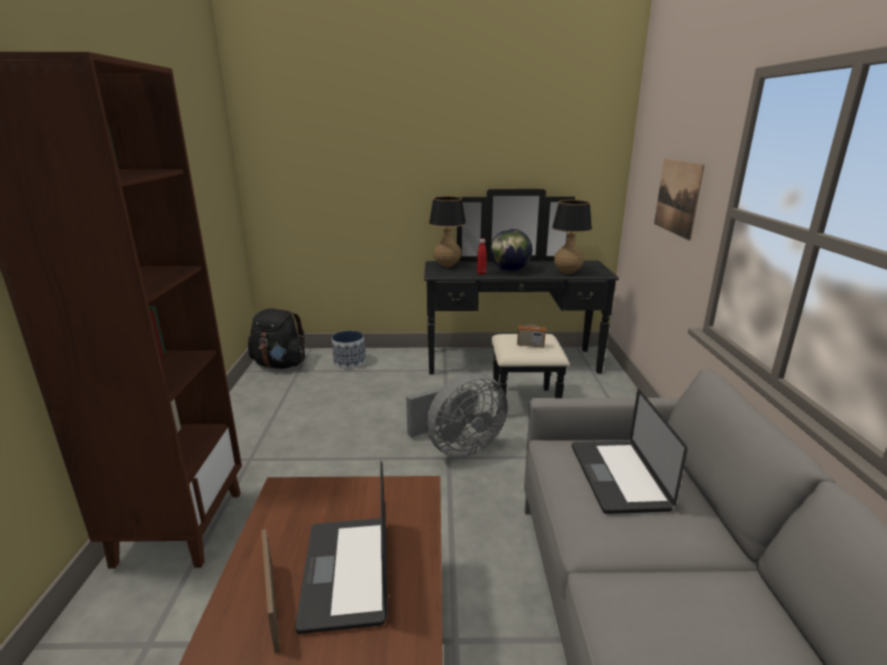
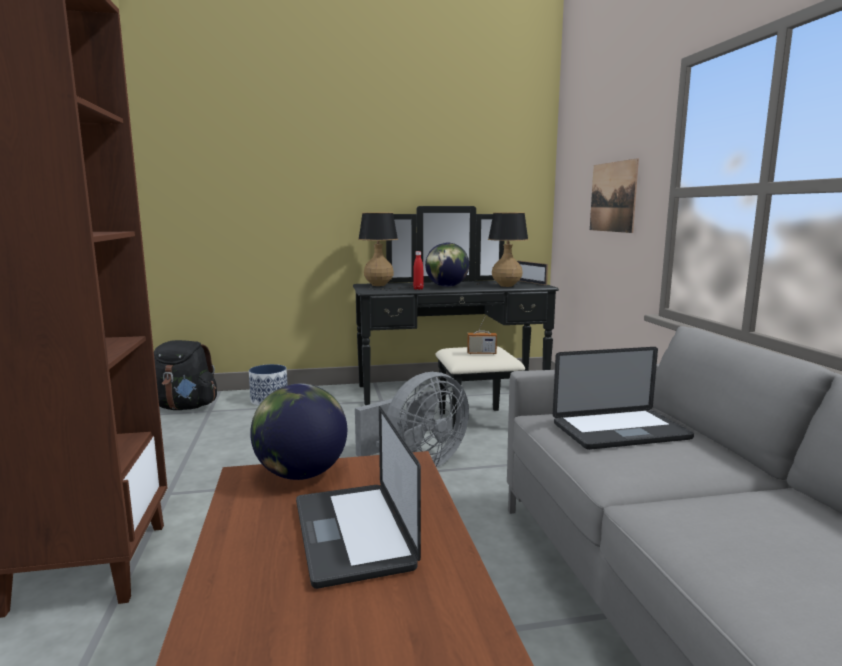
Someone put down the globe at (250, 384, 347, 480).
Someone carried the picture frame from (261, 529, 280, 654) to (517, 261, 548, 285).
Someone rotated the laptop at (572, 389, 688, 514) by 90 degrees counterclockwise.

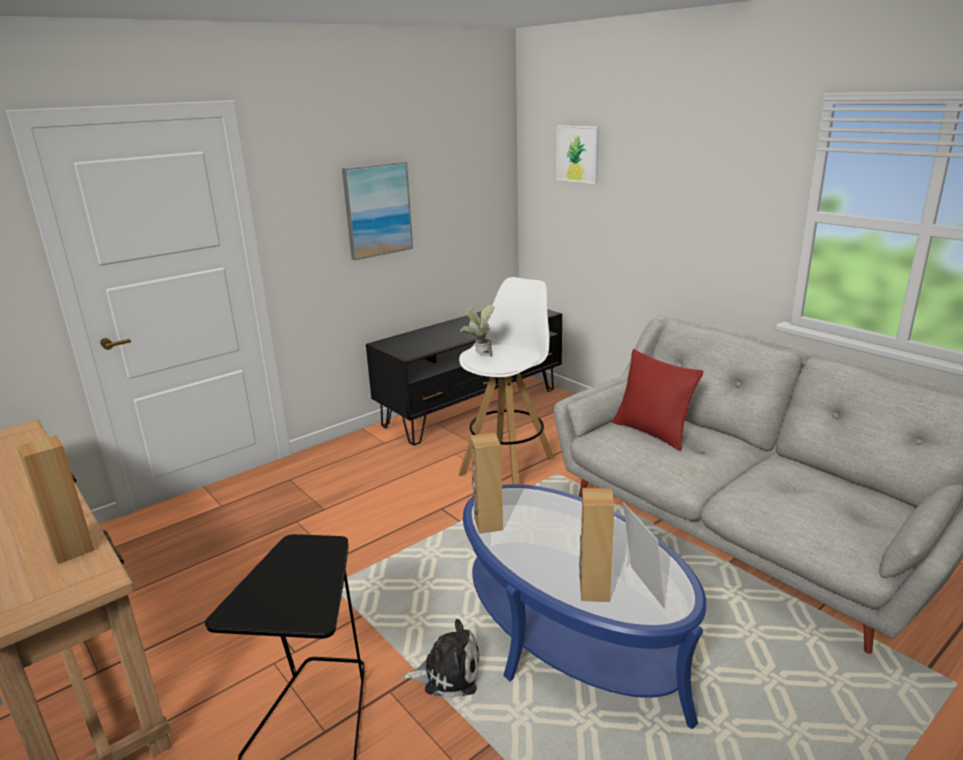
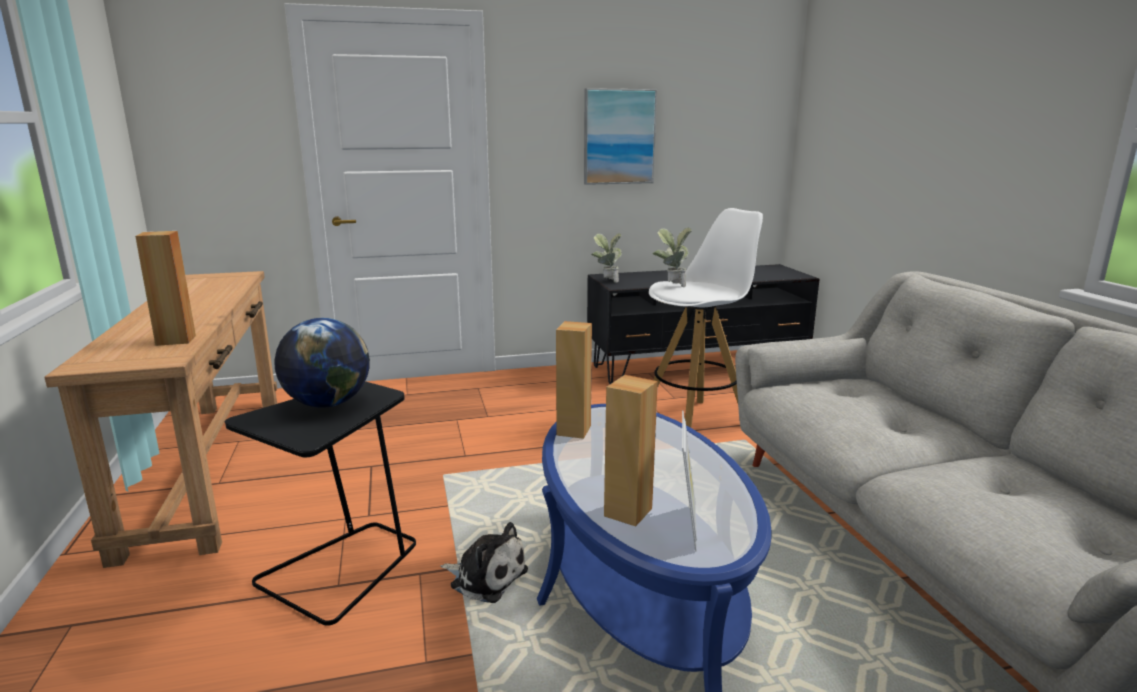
Someone took away the picture at (556, 125, 599, 184).
Someone took away the red pillow at (613, 349, 703, 451).
Someone put down the globe at (275, 318, 370, 408).
Someone put down the potted plant at (591, 233, 622, 283).

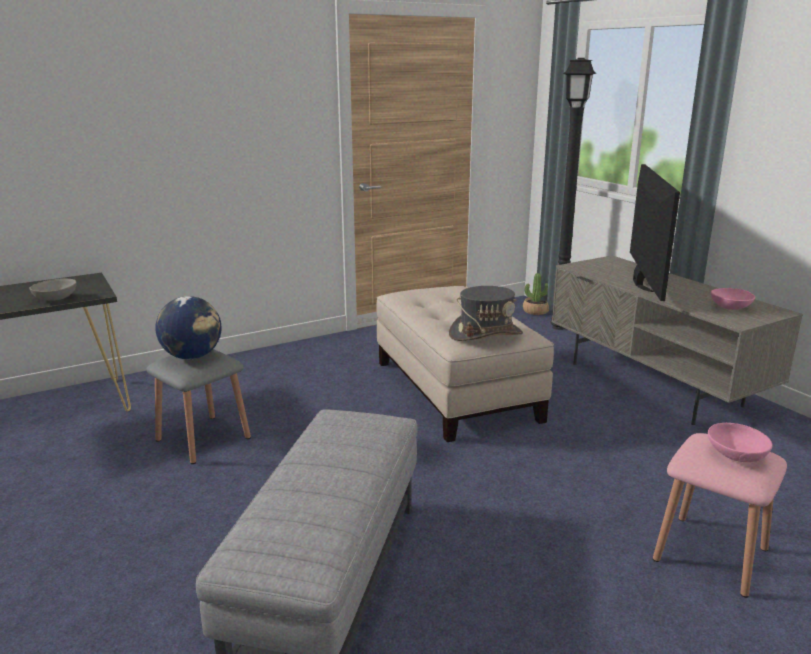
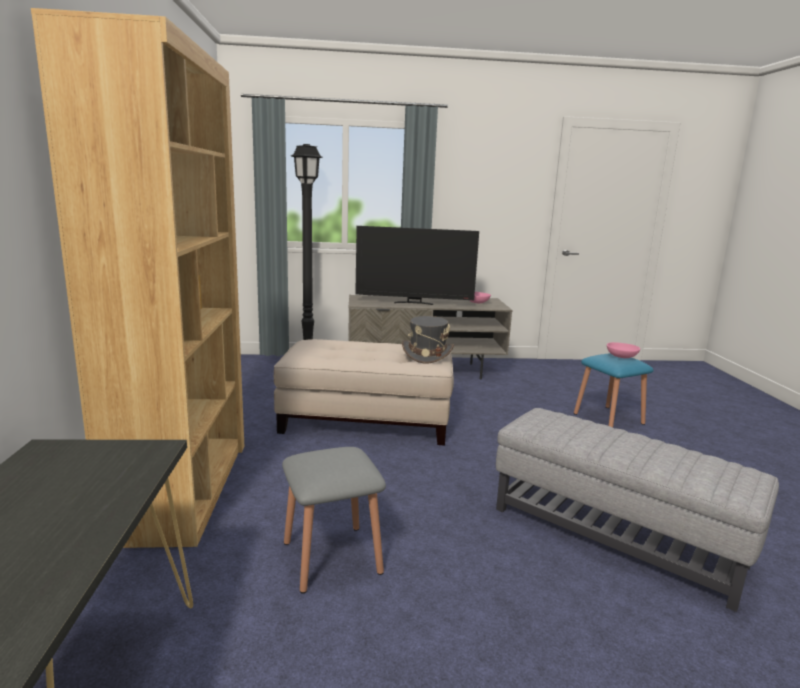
Someone took away the grey bowl at (30, 279, 77, 301).
Someone took away the globe at (155, 296, 221, 359).
Someone took away the potted plant at (523, 273, 549, 315).
Someone put down the brown bookcase at (31, 8, 244, 548).
Someone repainted the pink stool at (653, 433, 787, 598), which became the blue stool at (574, 353, 654, 428).
Someone rotated the television at (630, 164, 680, 301) by 150 degrees clockwise.

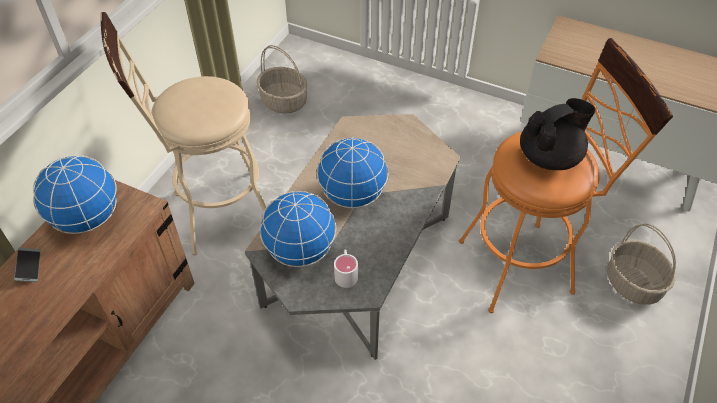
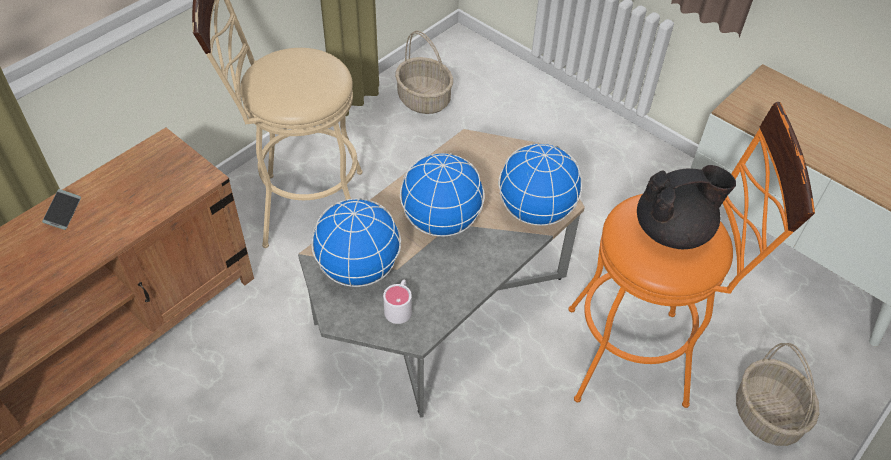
Someone carried the globe from (33, 156, 116, 234) to (498, 143, 582, 226).

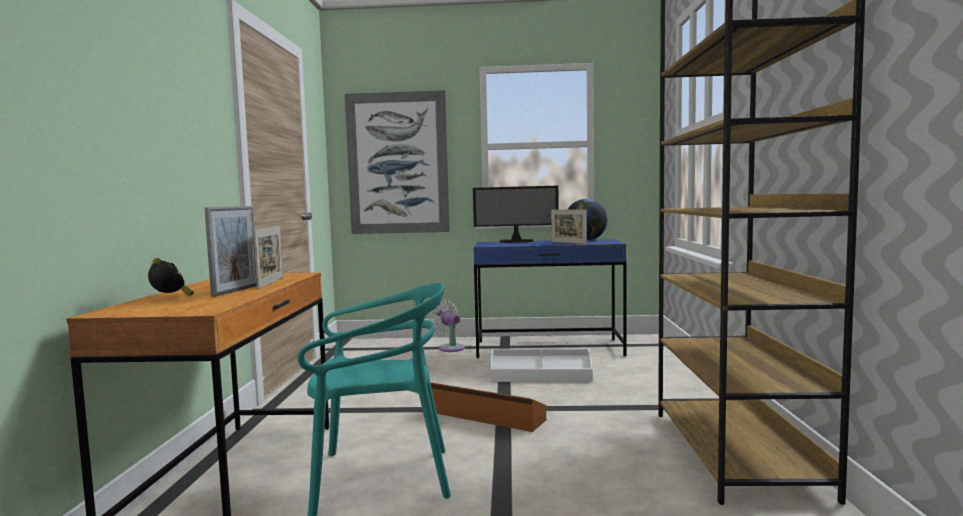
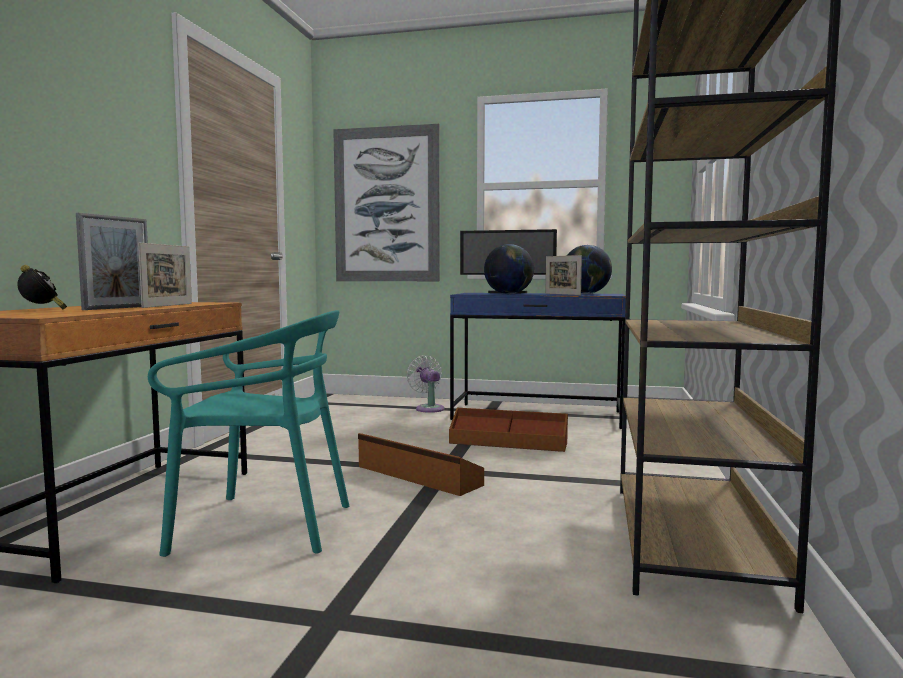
Someone put down the globe at (484, 244, 534, 294).
Someone repainted the white storage box at (490, 348, 593, 382), which became the brown storage box at (449, 408, 568, 452).

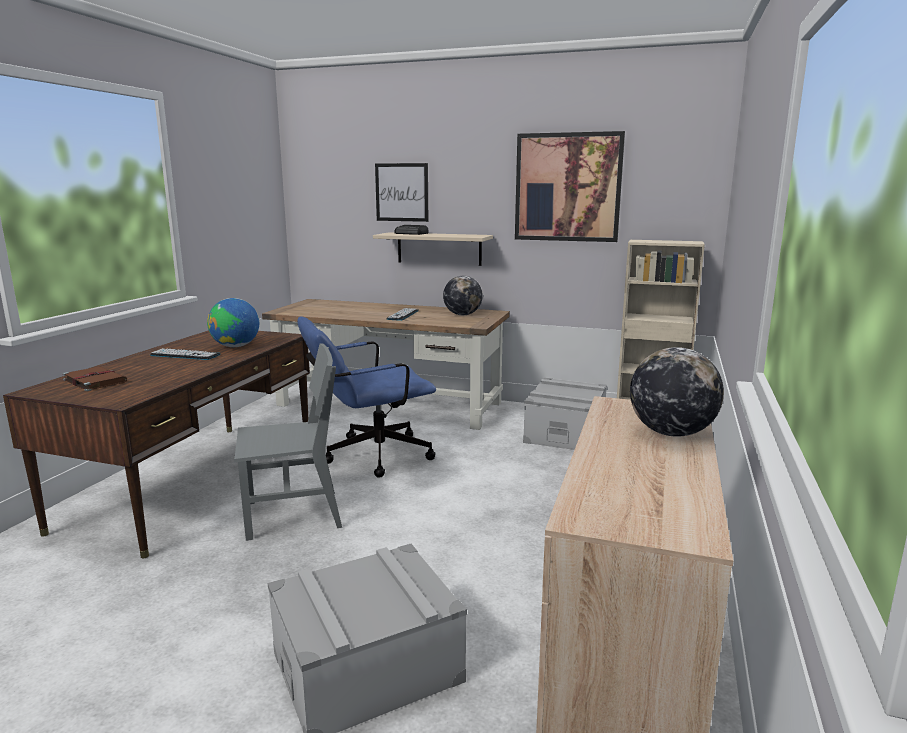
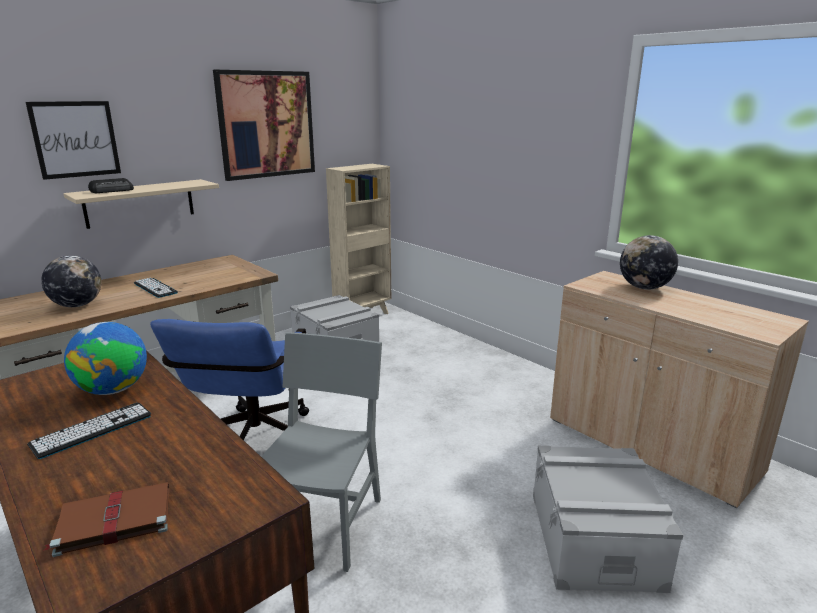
Someone carried the globe from (443, 276, 483, 315) to (41, 255, 102, 307).

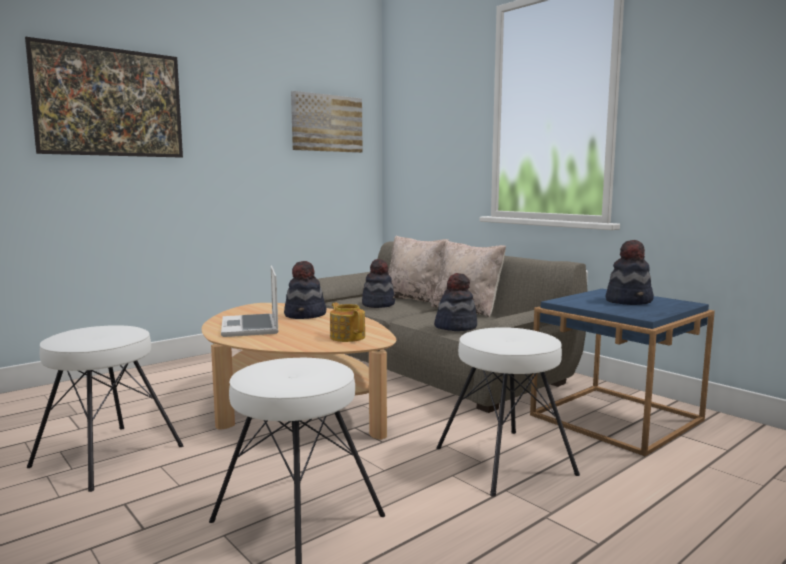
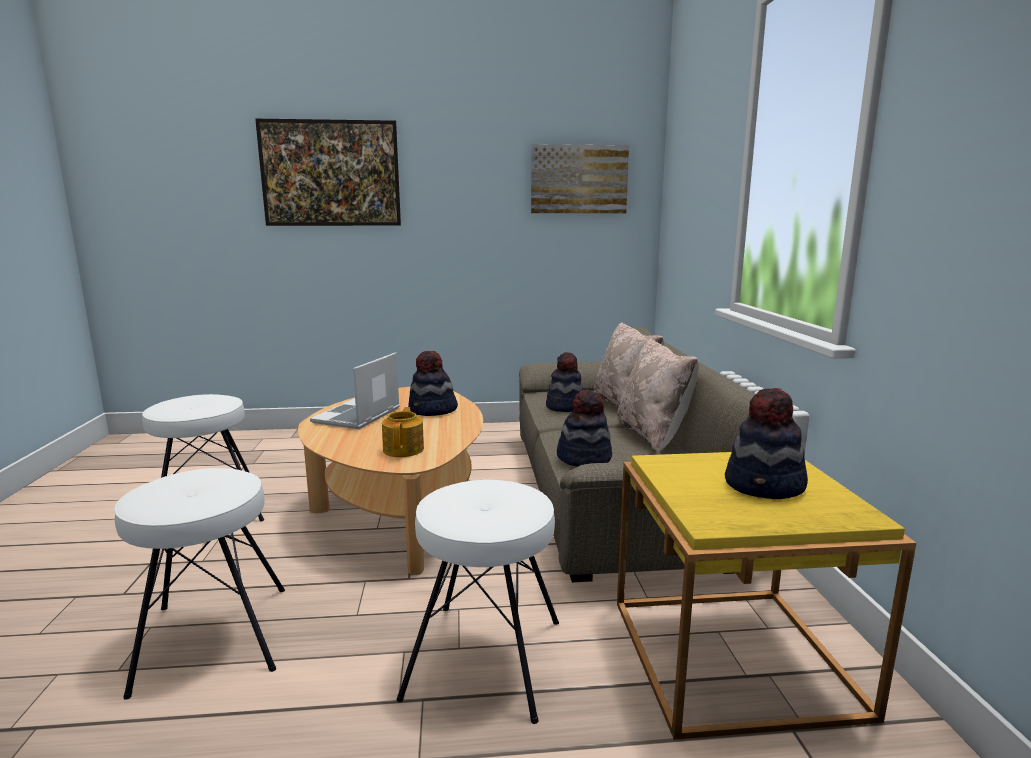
Someone repainted the blue side table at (530, 289, 715, 456), which became the yellow side table at (617, 452, 917, 740).

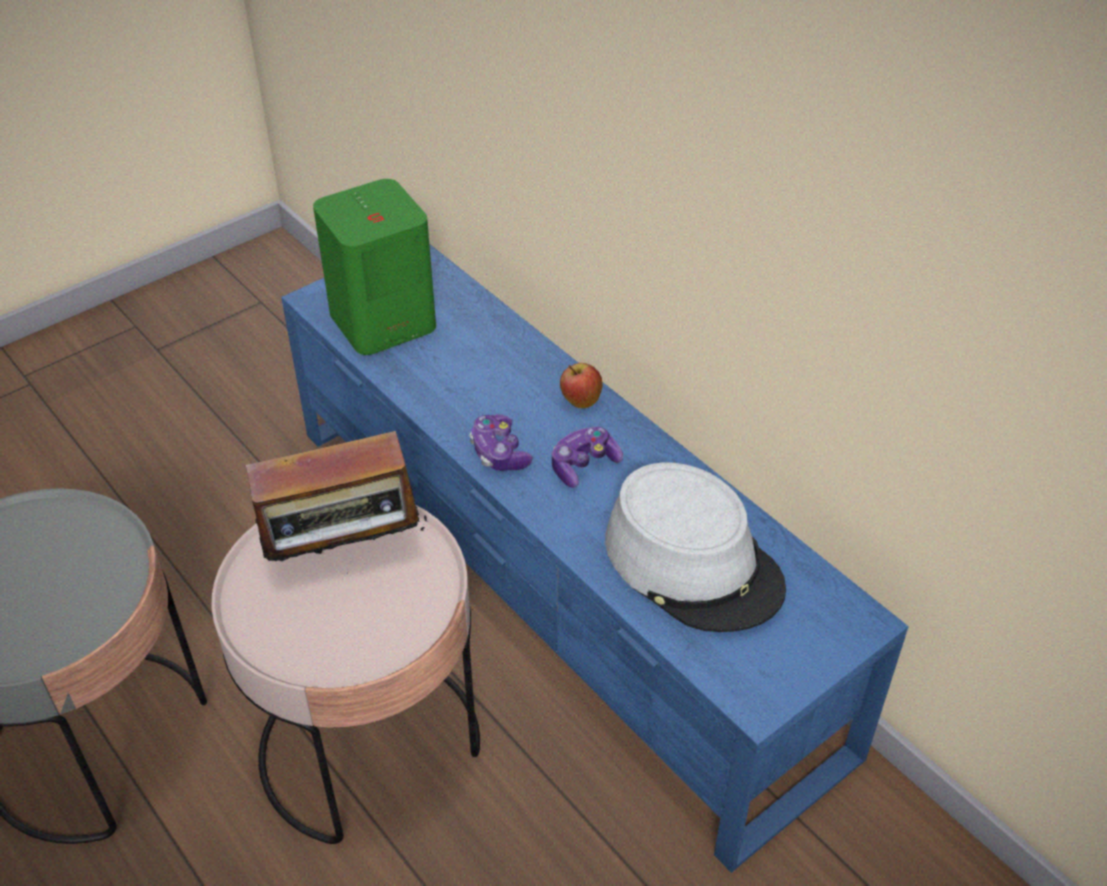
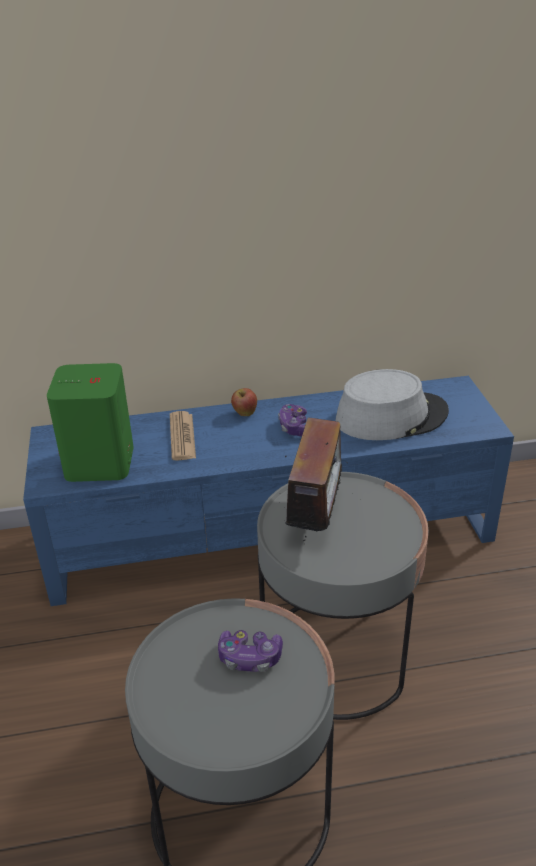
Someone put down the newspaper at (170, 411, 196, 461).
Someone carried the game controller from (469, 414, 532, 471) to (218, 630, 283, 672).
Someone repainted the pink side table at (212, 505, 480, 844), which became the grey side table at (257, 472, 428, 720).

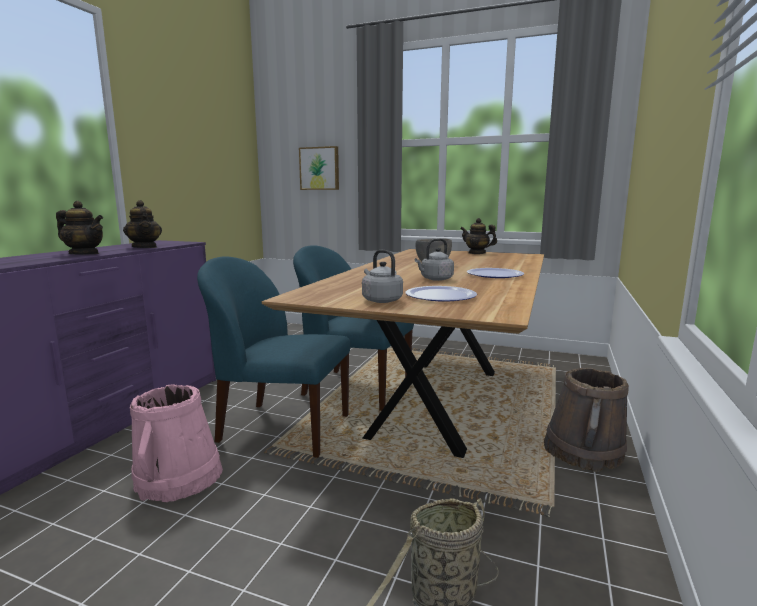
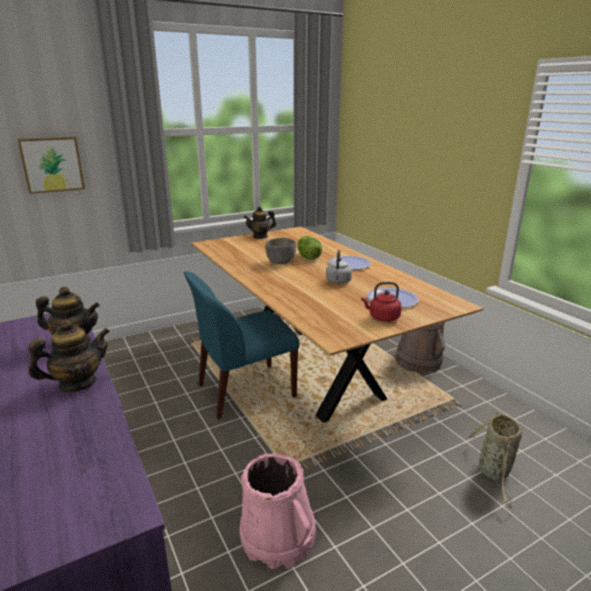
Someone took away the blue chair at (197, 257, 351, 458).
Someone put down the lettuce at (297, 236, 322, 260).
Someone repainted the grey kettle at (362, 250, 403, 303), which became the red kettle at (361, 282, 402, 322).

